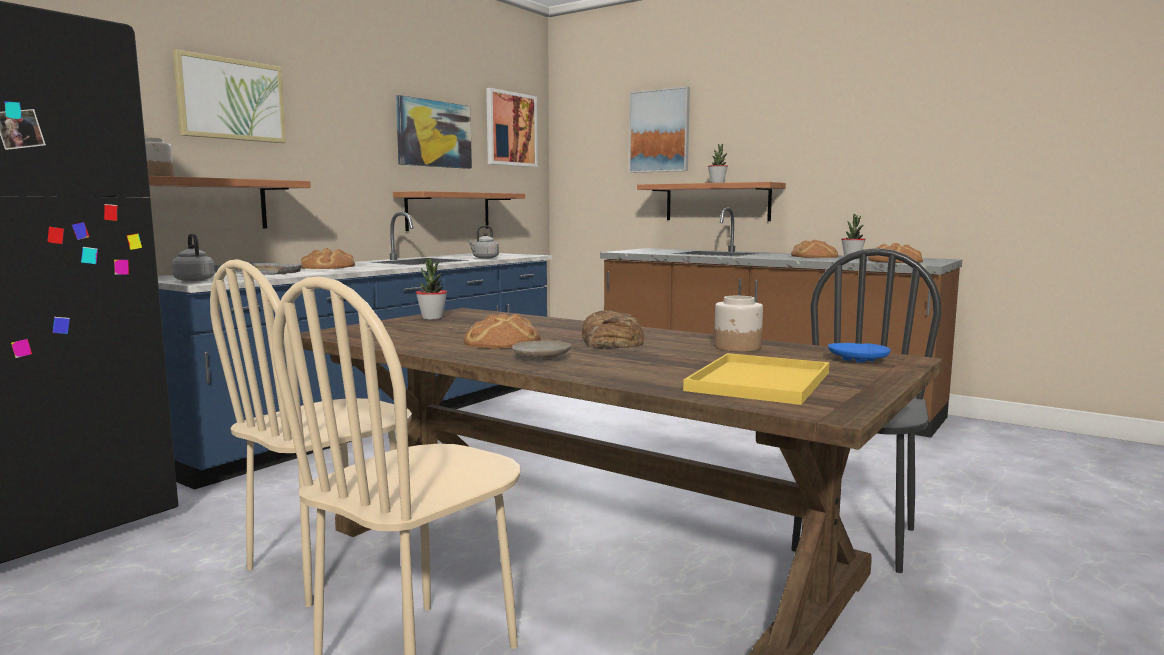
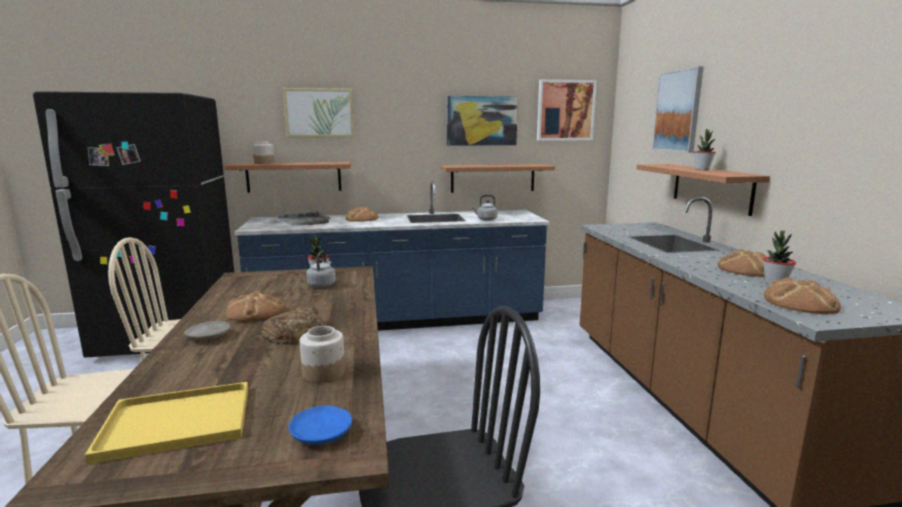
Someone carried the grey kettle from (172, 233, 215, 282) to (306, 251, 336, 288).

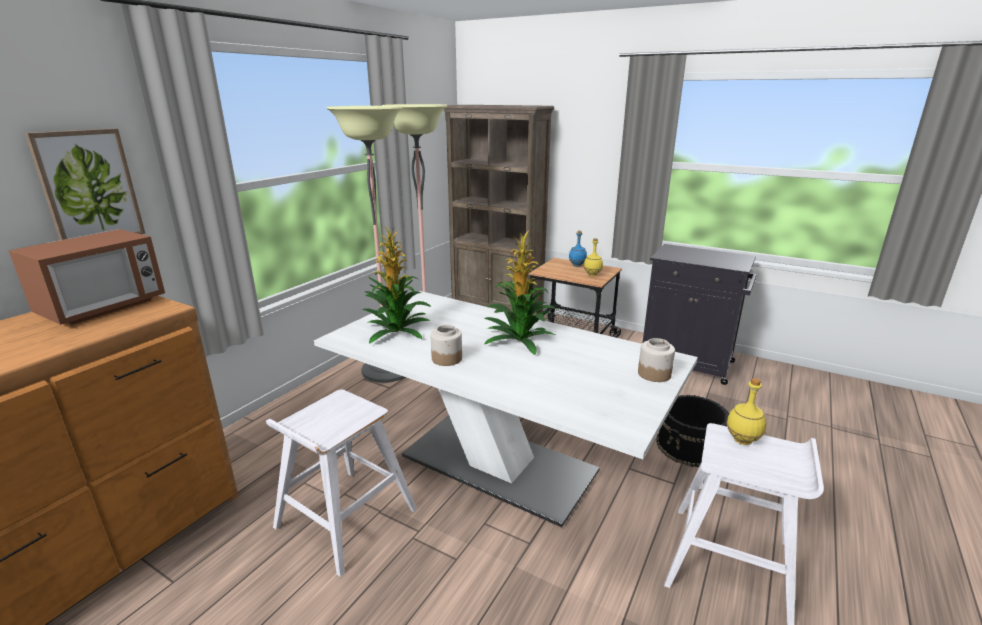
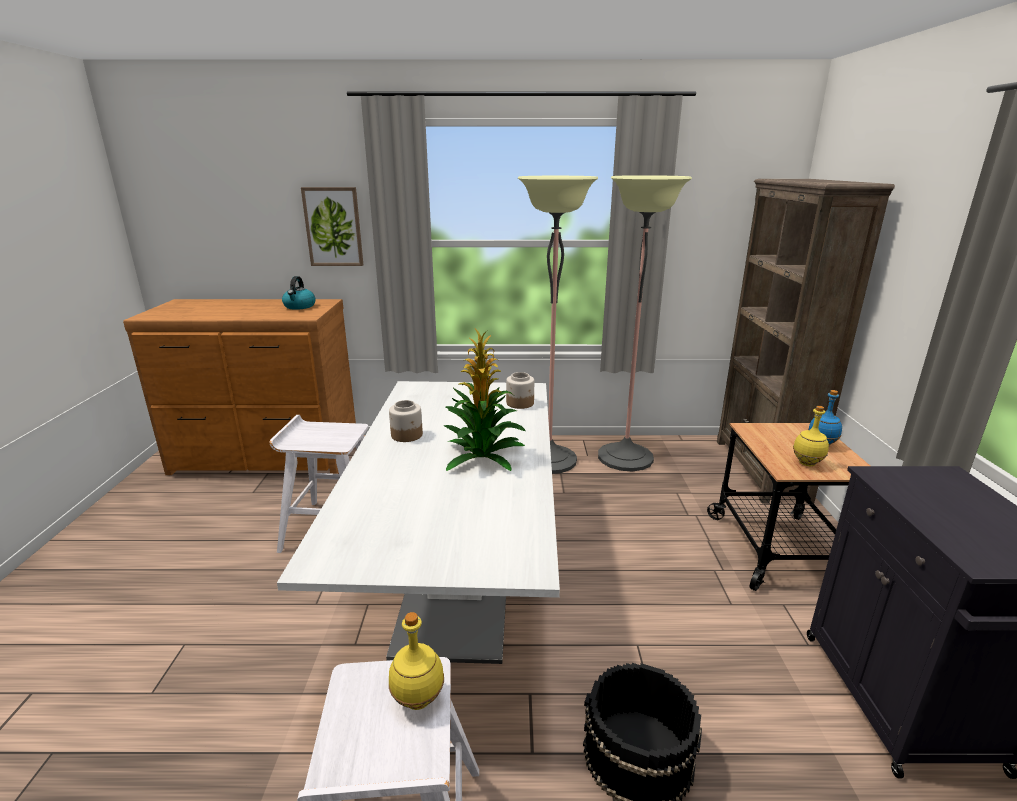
Someone took away the potted plant at (363, 226, 431, 344).
Someone carried the jar from (638, 338, 675, 382) to (506, 372, 534, 409).
Someone swapped the microwave at (9, 229, 165, 325) for the kettle at (282, 276, 315, 310).

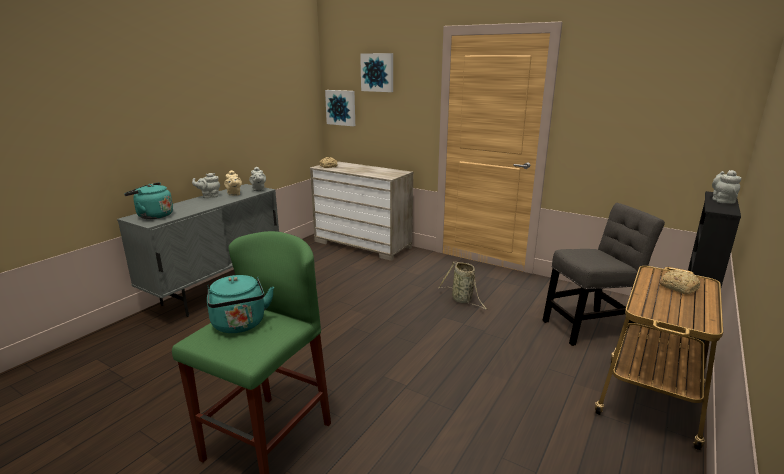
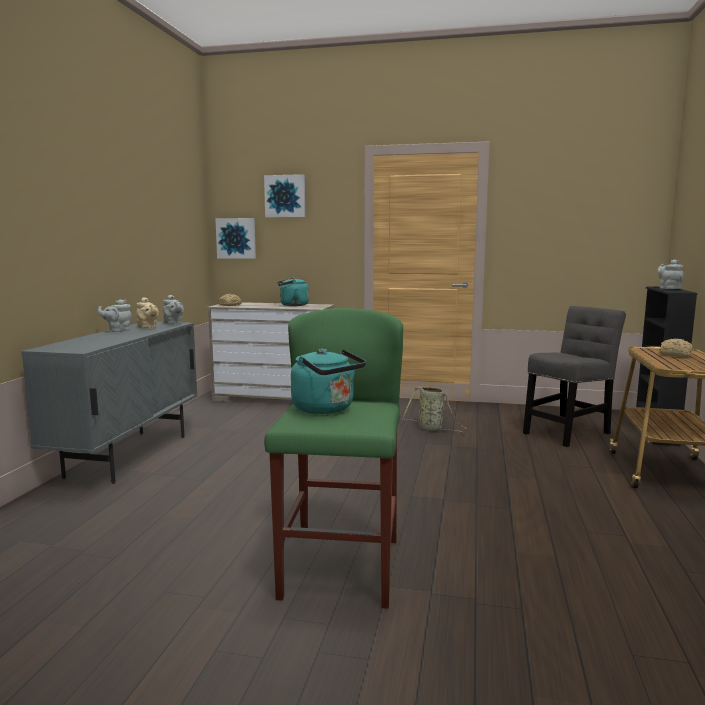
Someone carried the turquoise kettle from (124, 182, 173, 219) to (277, 277, 309, 306).

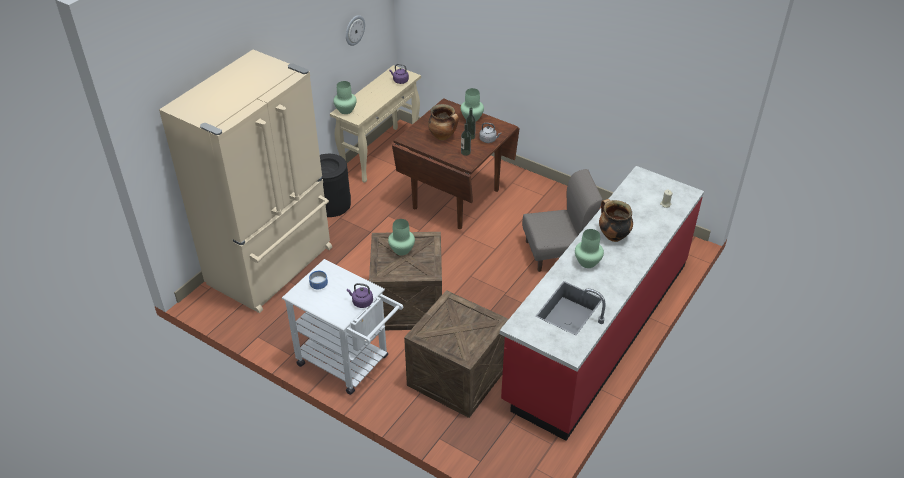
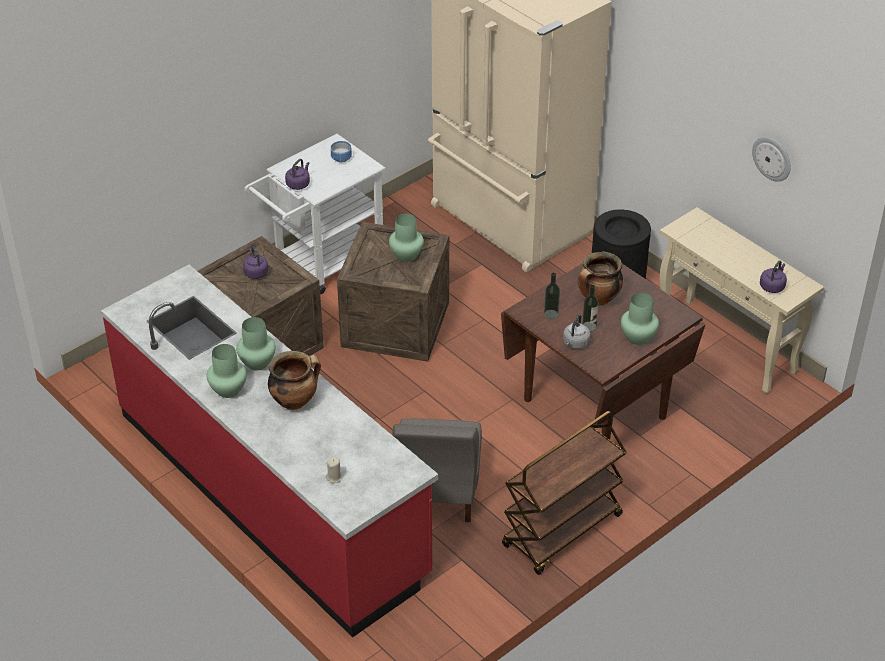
Someone put down the purple kettle at (243, 246, 268, 279).
Someone put down the brown cart at (502, 411, 626, 575).
Someone carried the green vase from (333, 81, 357, 114) to (207, 344, 247, 398).

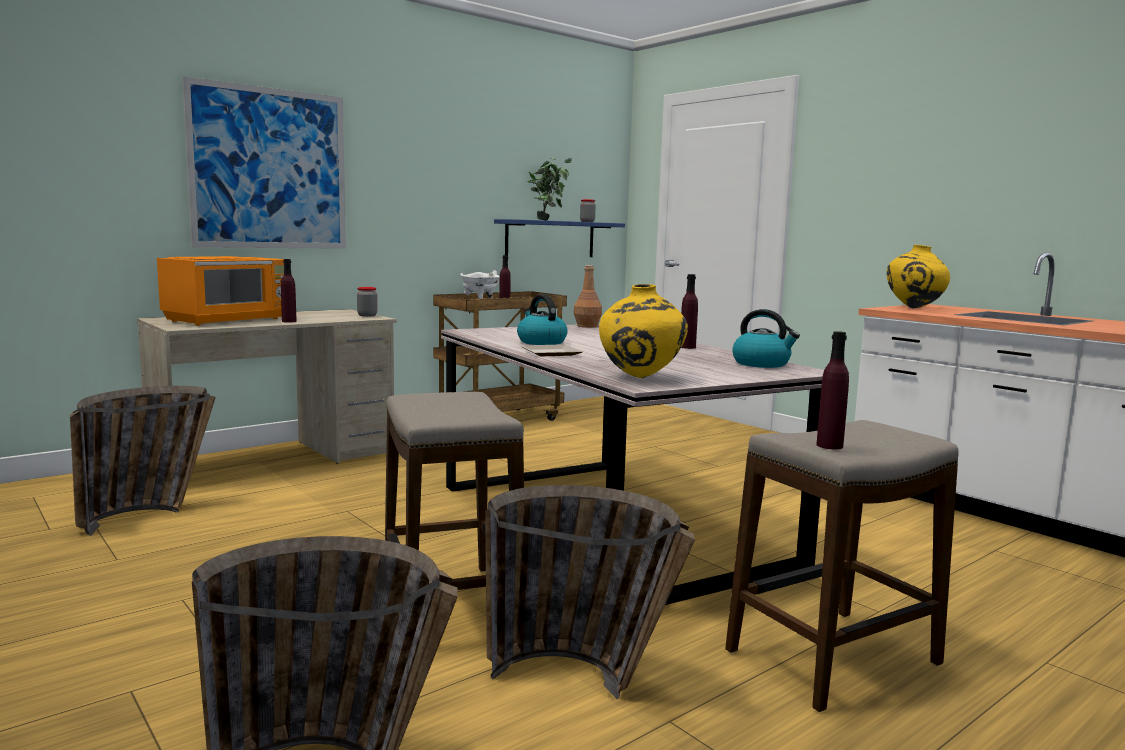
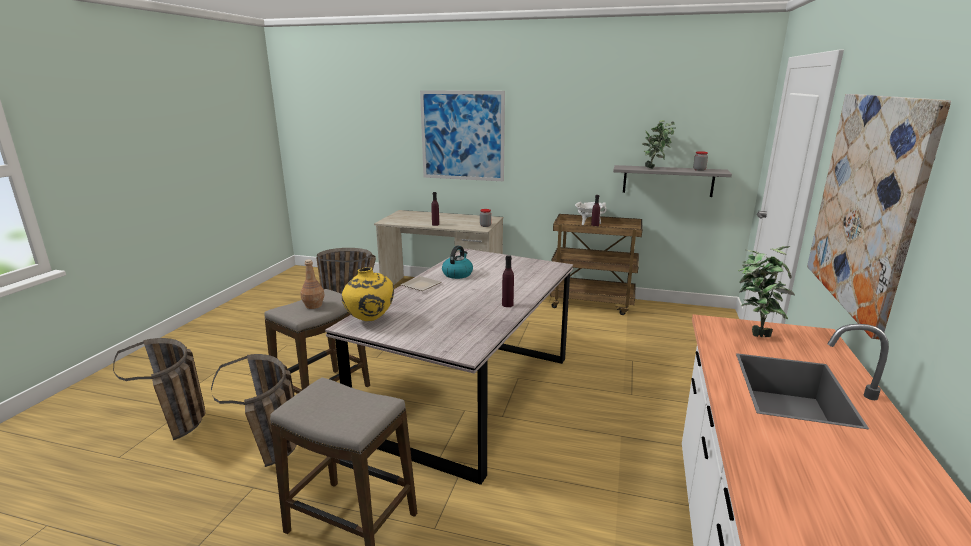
Someone took away the orange microwave at (157, 256, 284, 326).
Someone took away the kettle at (732, 309, 800, 368).
Someone took away the purple bottle at (816, 331, 849, 449).
Someone put up the picture at (807, 94, 951, 339).
Someone carried the brown bottle from (574, 265, 602, 328) to (300, 259, 325, 309).
Someone swapped the yellow vase at (887, 245, 950, 308) for the potted plant at (738, 246, 795, 337).
Someone repainted the blue shelf at (494, 219, 625, 257), which became the grey shelf at (613, 165, 732, 197).

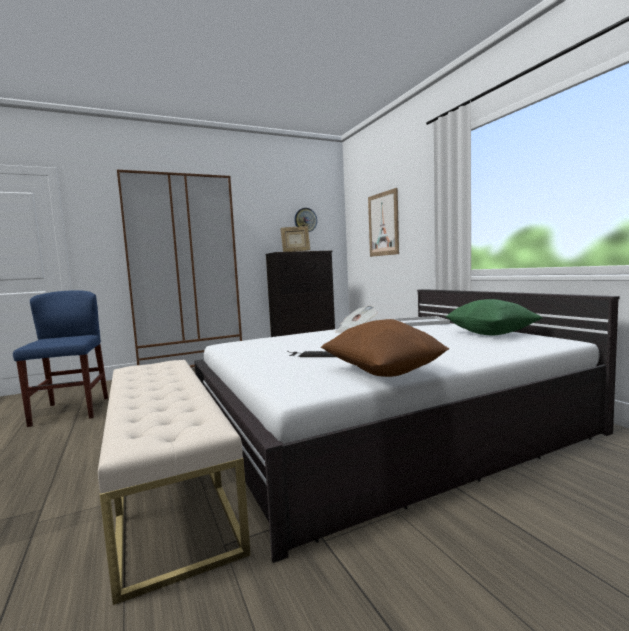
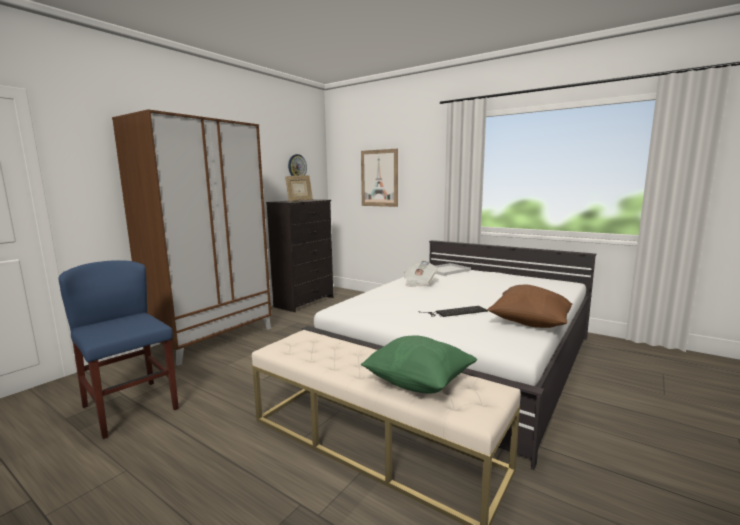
Someone carried the green pillow from (445, 299, 542, 335) to (361, 335, 477, 394).

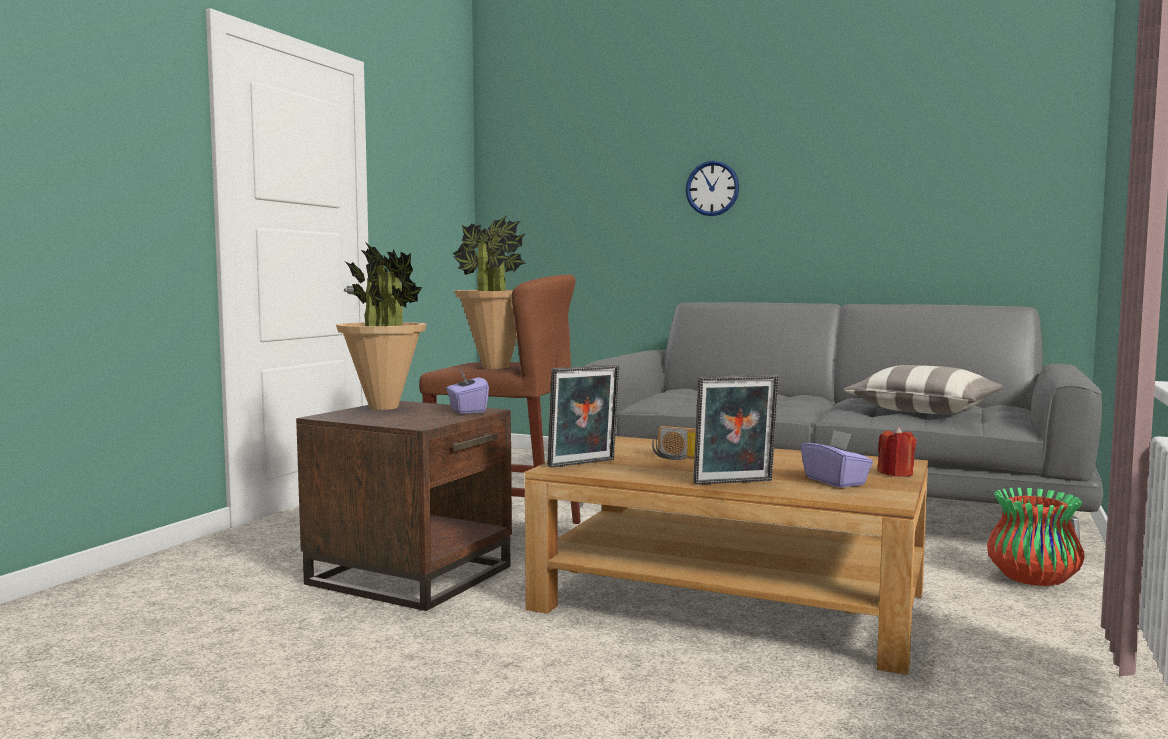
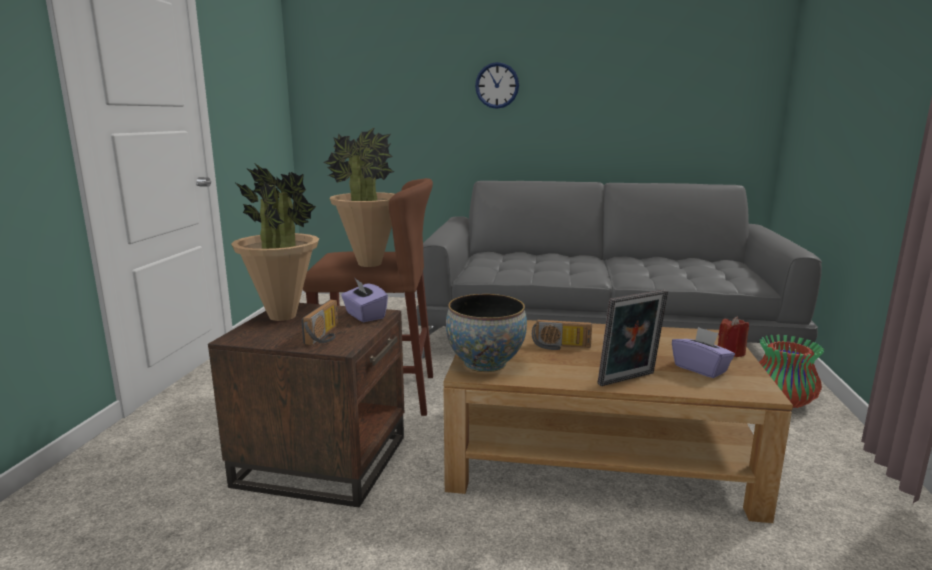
Someone took away the pillow at (844, 365, 1003, 414).
Someone put down the radio at (301, 300, 338, 345).
Someone swapped the picture frame at (547, 365, 619, 467) for the bowl at (446, 294, 527, 372).

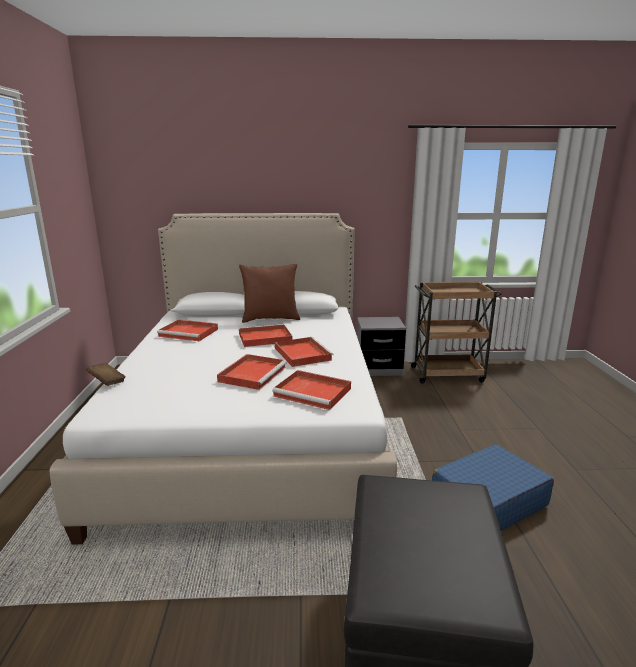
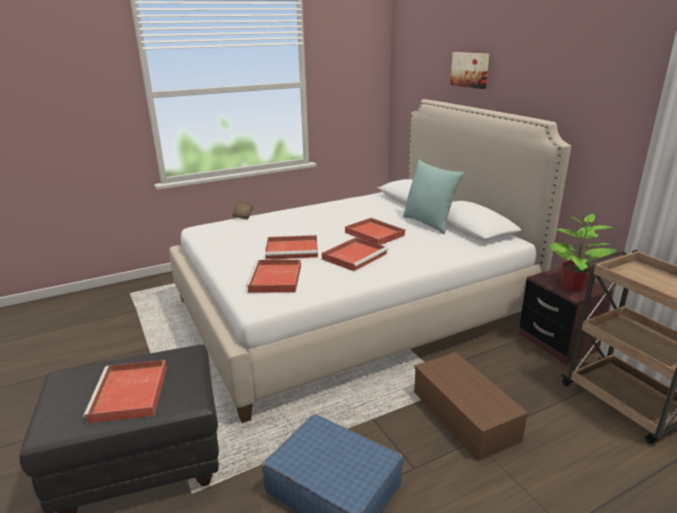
Someone put down the brown storage box at (414, 352, 528, 461).
Someone put up the picture at (450, 52, 489, 89).
Someone put down the potted plant at (548, 214, 618, 292).
Someone carried the red tray from (157, 320, 218, 341) to (83, 360, 167, 423).
Someone repainted the brown pillow at (239, 264, 300, 323), which became the turquoise pillow at (403, 160, 465, 234).
Someone repainted the grey nightstand at (357, 317, 406, 376), which became the brown nightstand at (519, 267, 613, 365).

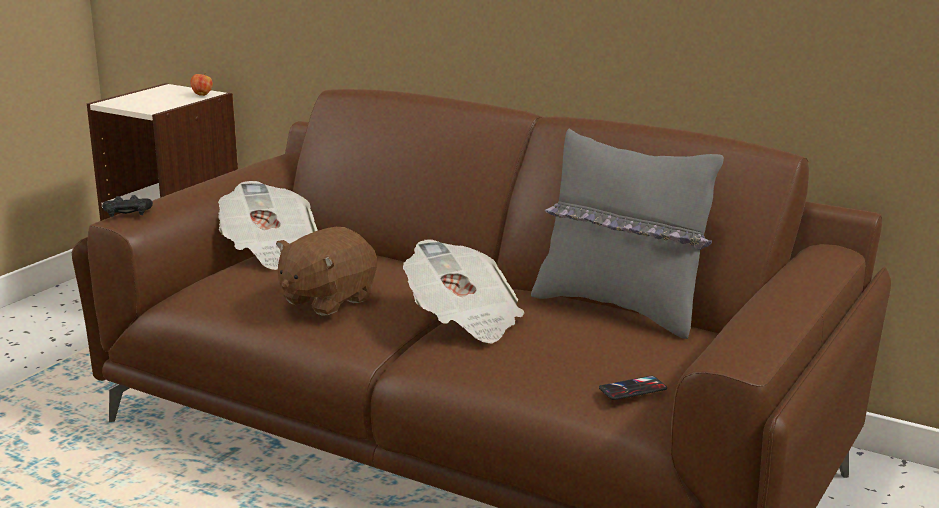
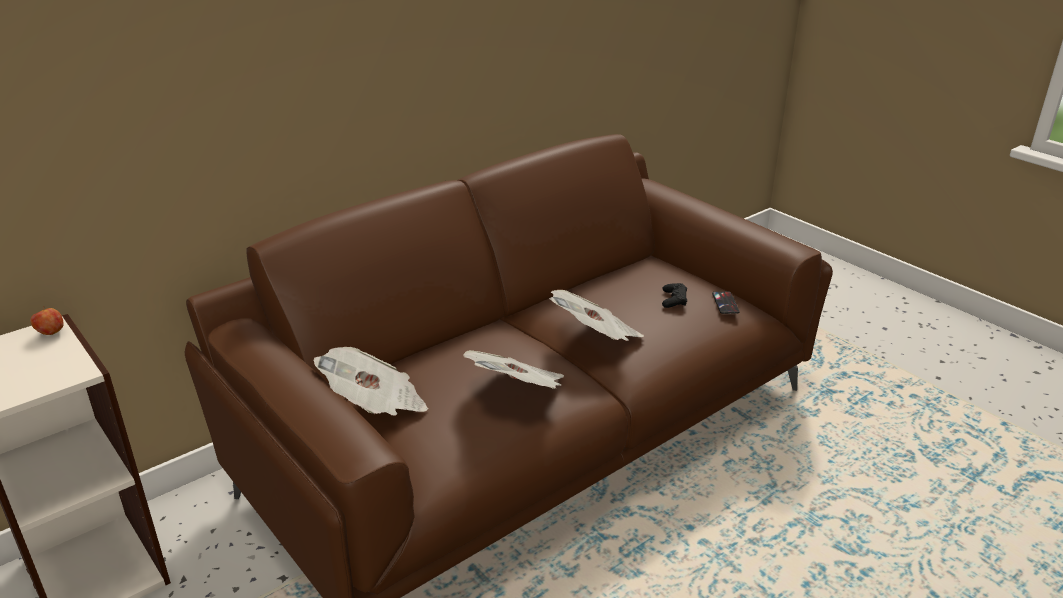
Someone took away the grey pillow at (531, 129, 724, 339).
Someone carried the black game controller from (102, 195, 153, 217) to (662, 283, 687, 308).
Someone swapped the brown plush toy at (276, 227, 377, 316) for the newspaper at (463, 350, 564, 389).

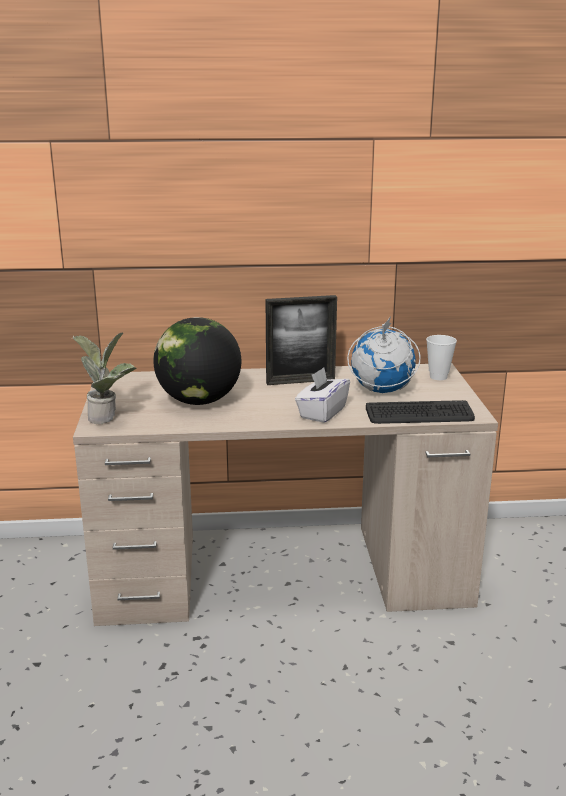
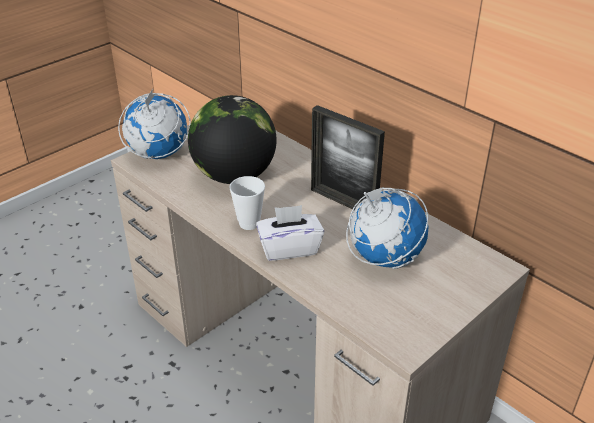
Someone took away the keyboard at (366, 400, 475, 424).
Someone carried the cup from (426, 335, 457, 380) to (229, 176, 265, 230).
Someone swapped the potted plant at (73, 333, 137, 424) for the globe at (118, 89, 191, 159).

